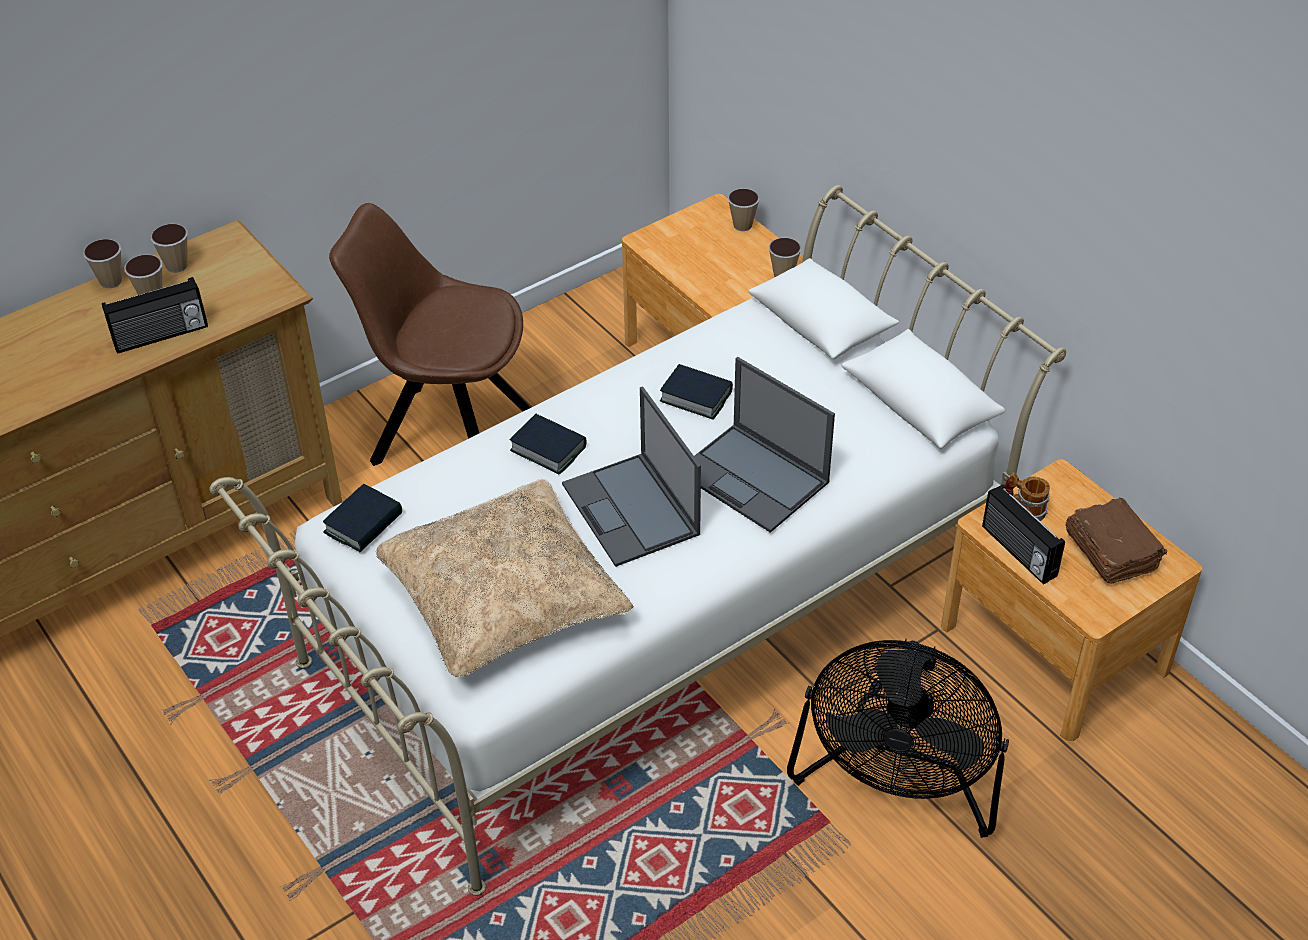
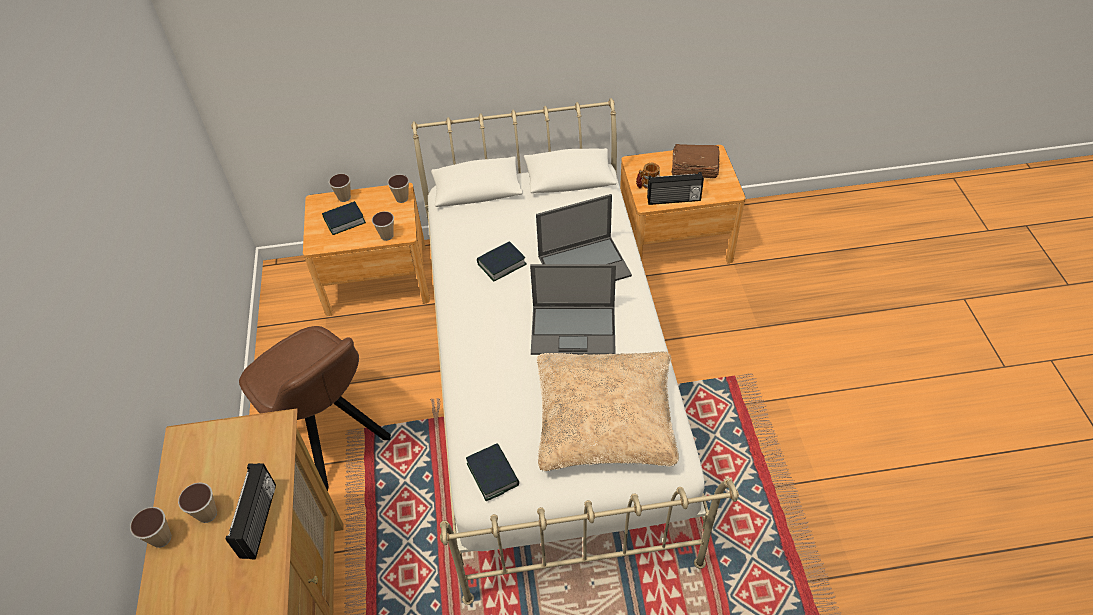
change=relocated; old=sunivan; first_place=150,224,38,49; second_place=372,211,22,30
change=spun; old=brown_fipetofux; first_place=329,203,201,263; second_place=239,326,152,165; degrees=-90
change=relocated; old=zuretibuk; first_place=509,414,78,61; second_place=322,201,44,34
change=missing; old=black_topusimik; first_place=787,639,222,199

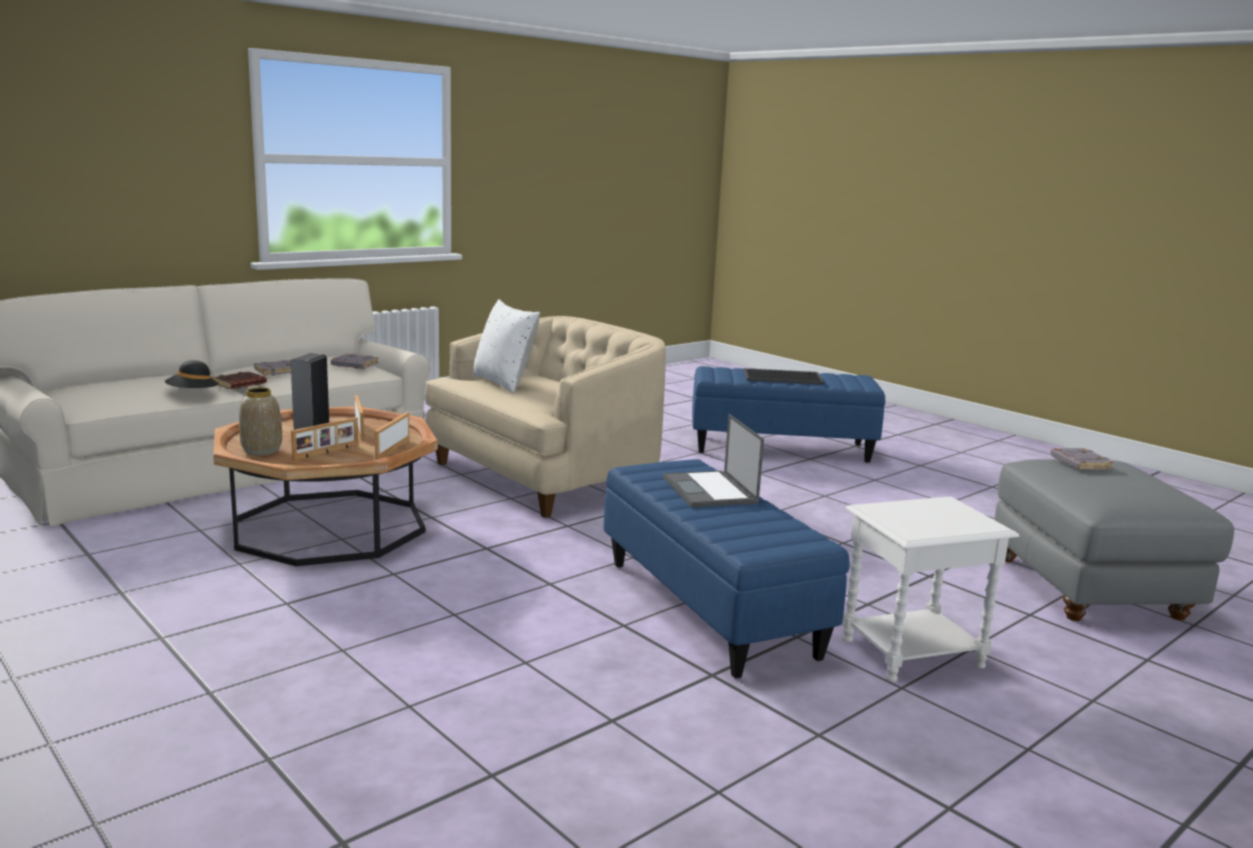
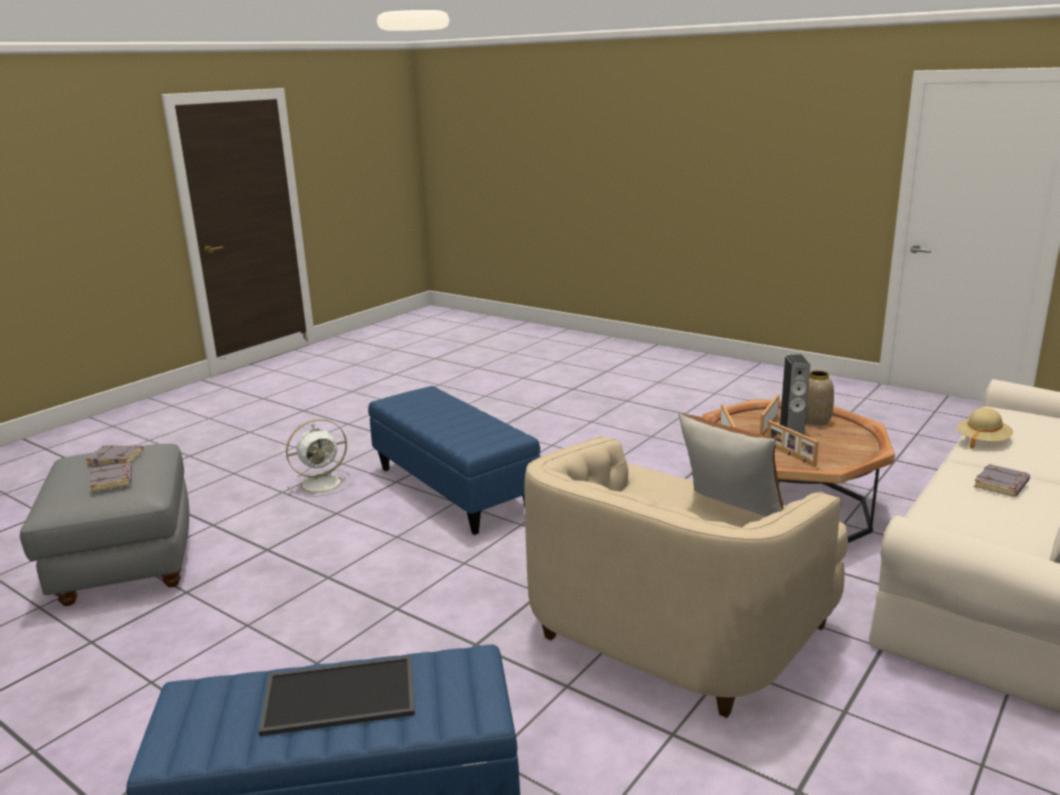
change=colour; old=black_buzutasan; new=beige_buzutasan; first_place=165,360,54,28; second_place=957,408,56,41
change=missing; old=brown_zuretibuk; first_place=212,371,55,18
change=relocated; old=grey_zuretibuk; first_place=331,354,48,15; second_place=86,445,57,21
change=colour; old=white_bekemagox; new=brown_bekemagox; first_place=473,299,67,95; second_place=678,413,106,104
change=missing; old=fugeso; first_place=663,414,101,94
change=exchanged; old=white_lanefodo; new=white_topusimik; first_place=842,496,178,186; second_place=286,419,67,78

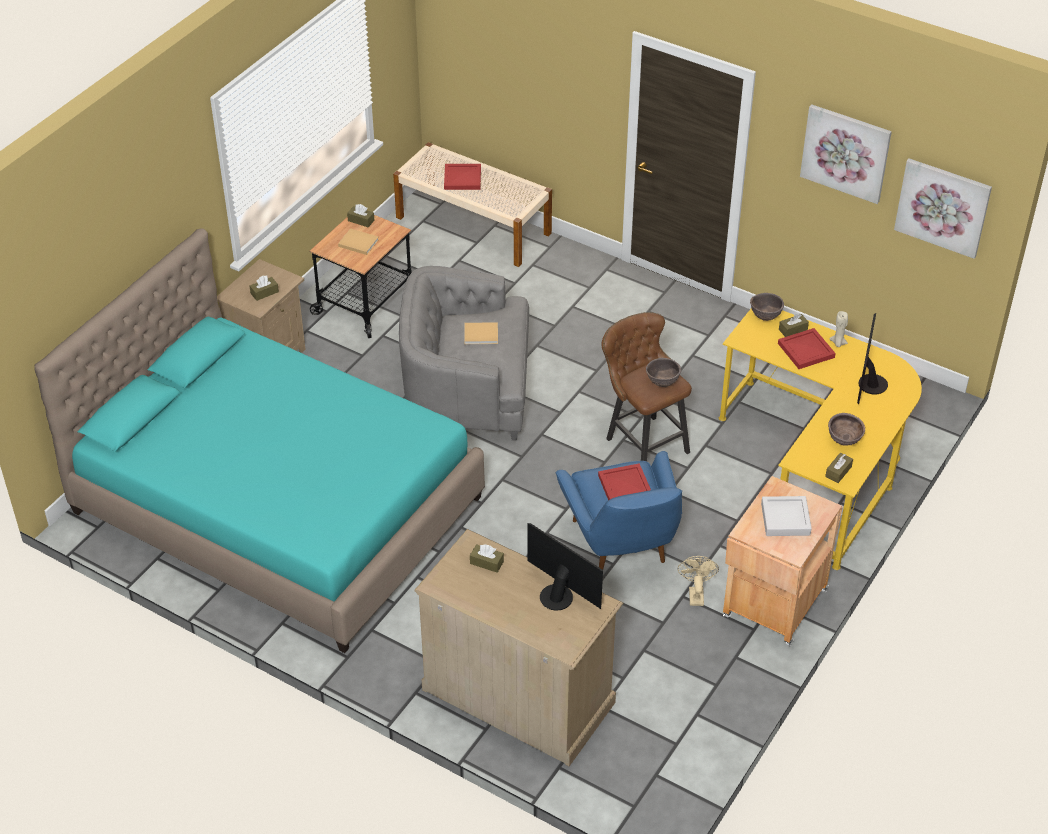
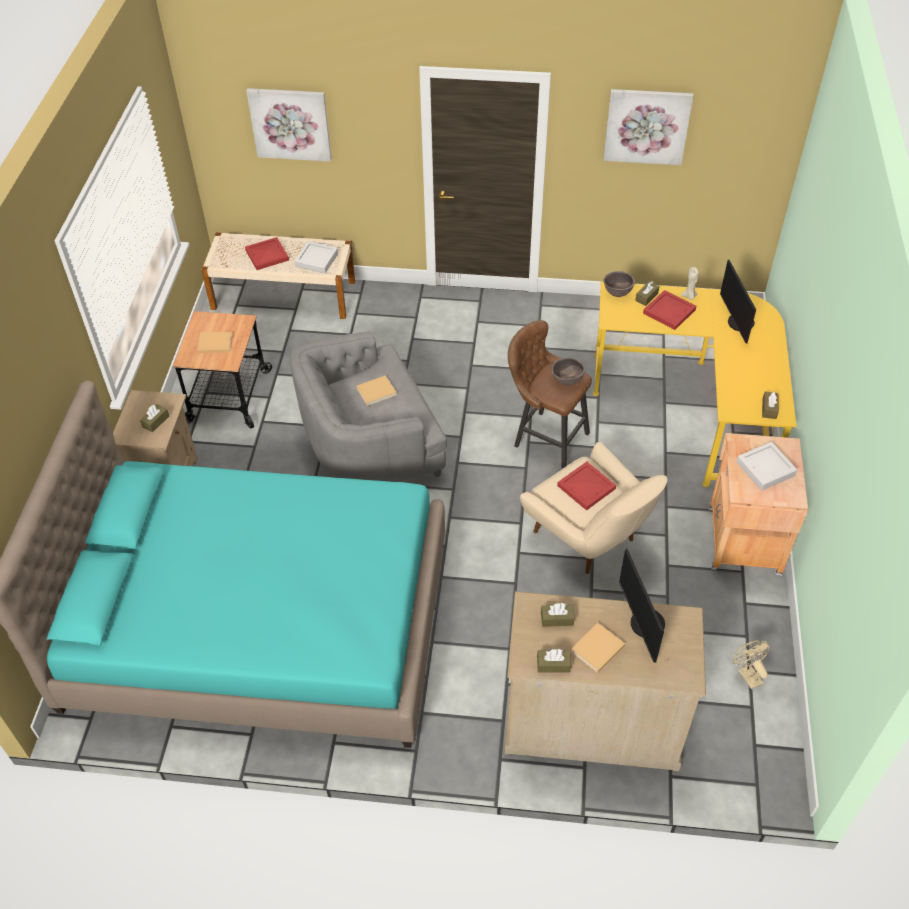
change=relocated; old=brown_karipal; first_place=347,204,28,23; second_place=537,649,34,23
change=spun; old=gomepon; first_place=528,523,75,87; second_place=619,548,46,115; degrees=-120
change=colour; old=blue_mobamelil; new=beige_mobamelil; first_place=556,451,126,119; second_place=520,442,148,132
change=relocated; old=beige_topusimik; first_place=677,556,42,50; second_place=733,640,37,49
change=missing; old=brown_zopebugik; first_place=828,413,37,33
change=relocated; old=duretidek; first_place=894,158,98,101; second_place=246,88,86,74
change=appeared; new=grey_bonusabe; second_place=294,241,44,33
change=appeared; new=beige_zuretibuk; second_place=571,623,54,50

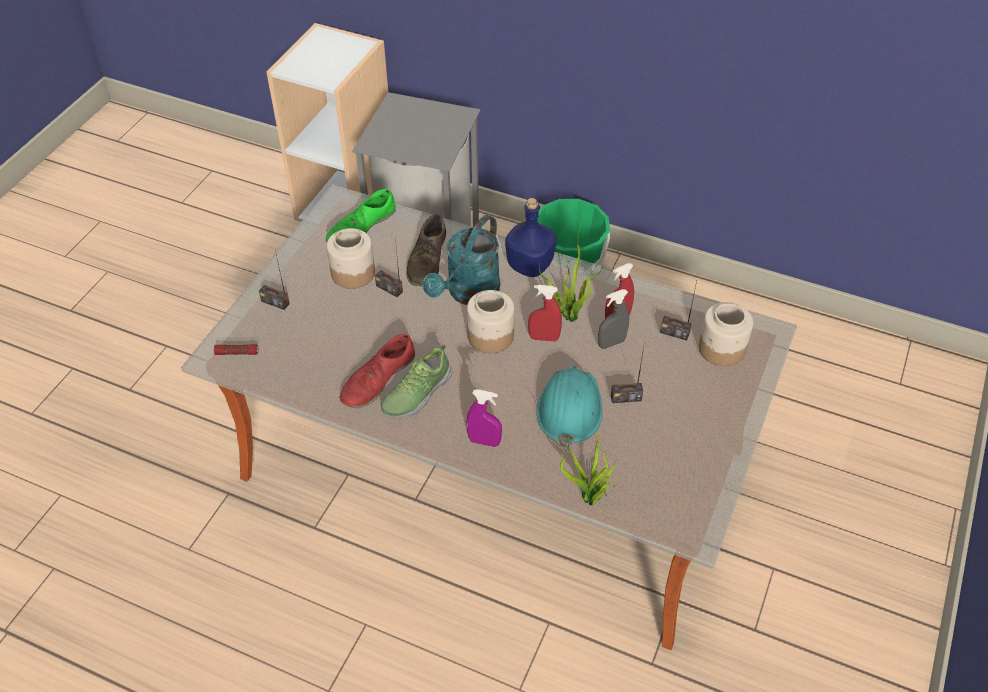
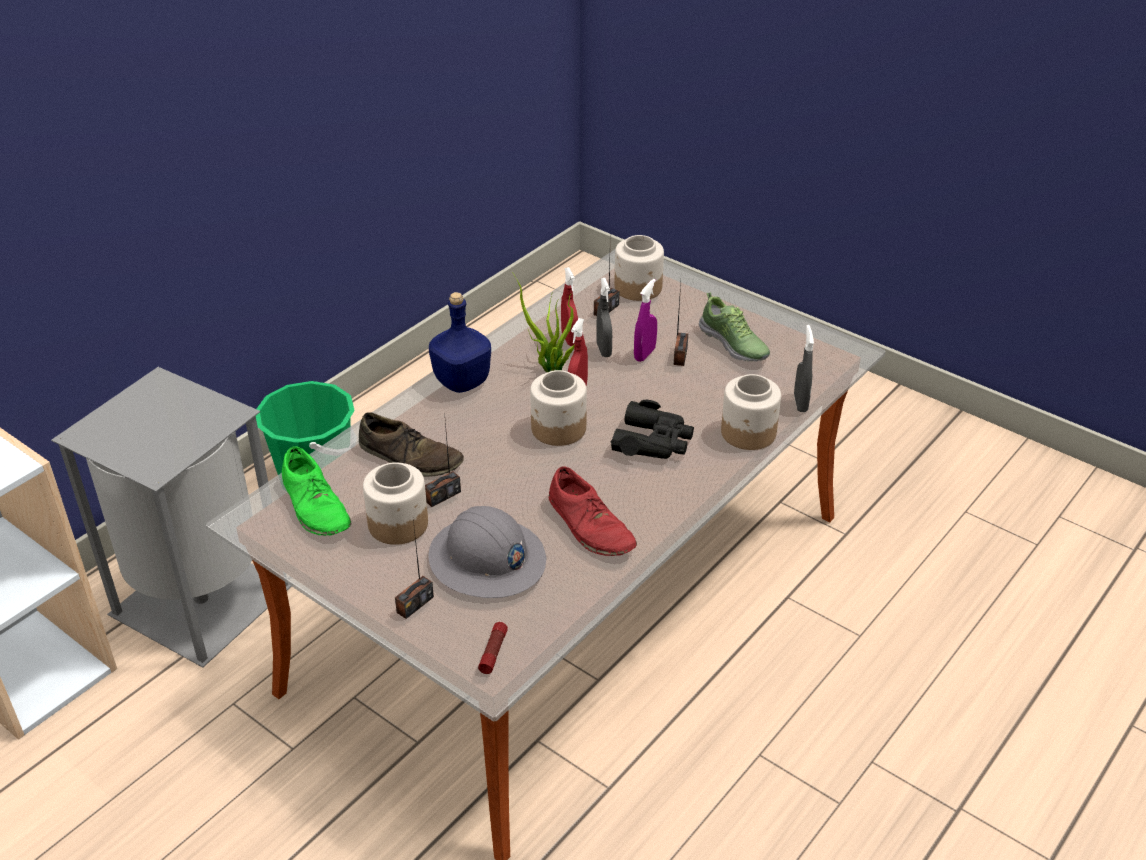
change=relocated; old=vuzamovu; first_place=381,345,71,73; second_place=699,292,71,70
change=missing; old=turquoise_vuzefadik; first_place=423,215,77,90
change=relocated; old=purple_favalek; first_place=466,389,36,58; second_place=634,279,23,83
change=missing; old=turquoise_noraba; first_place=537,366,66,81
change=exchanged; old=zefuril; new=grey_favalek; first_place=554,430,64,75; second_place=794,325,20,87
change=appeared; new=grey_noraba; second_place=428,506,118,92
change=appeared; new=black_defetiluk; second_place=611,400,83,59
change=appeared; new=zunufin; second_place=721,374,60,76

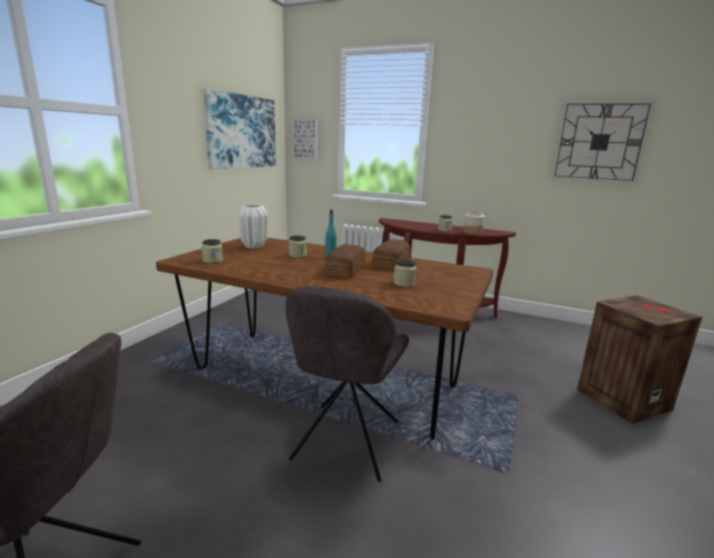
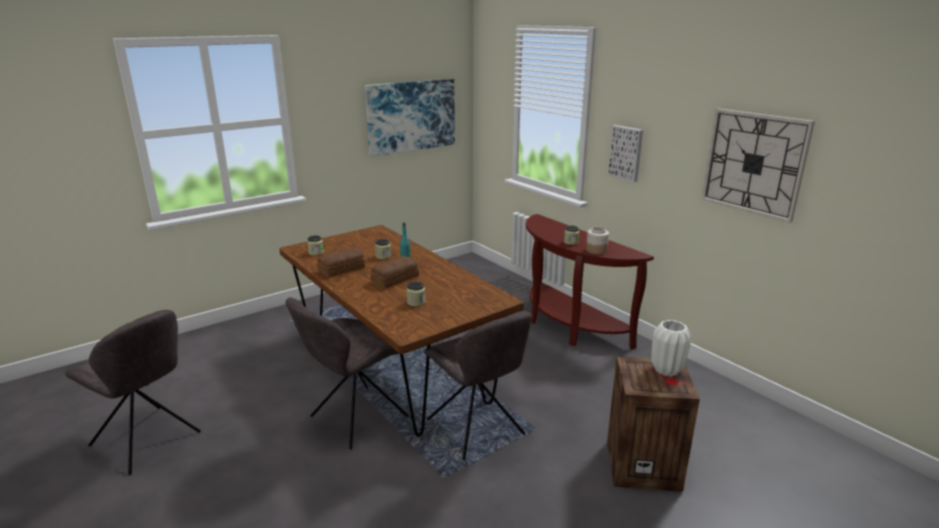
change=relocated; old=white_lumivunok; first_place=238,205,30,44; second_place=651,320,40,57
change=relocated; old=duretidek; first_place=294,119,23,41; second_place=608,125,35,57
change=relocated; old=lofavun; first_place=372,240,38,30; second_place=317,248,48,29
change=appeared; new=grey_fipetofux; second_place=424,311,108,149

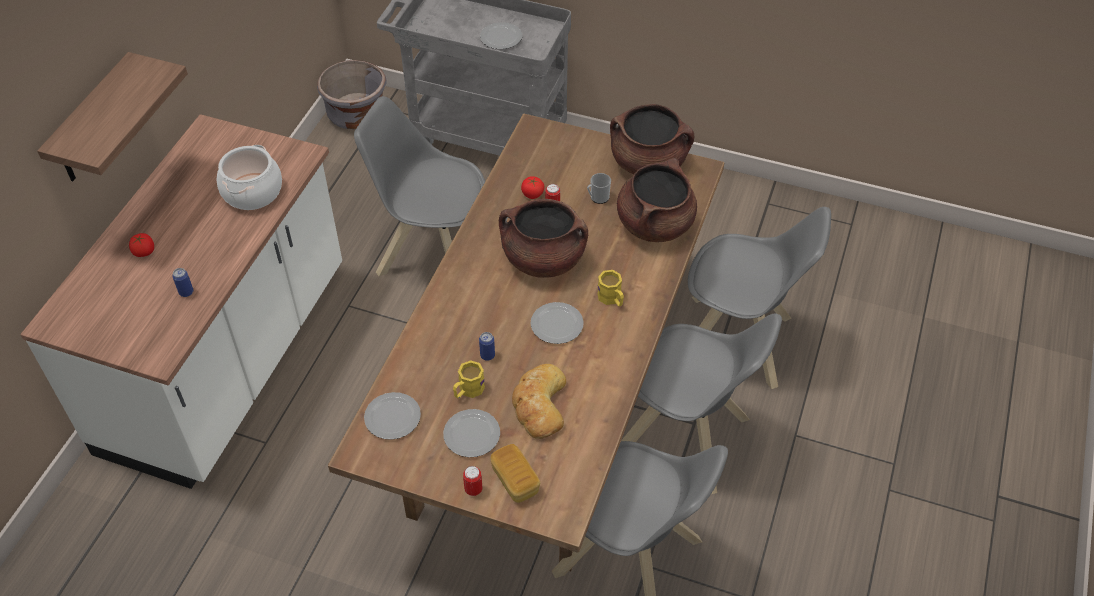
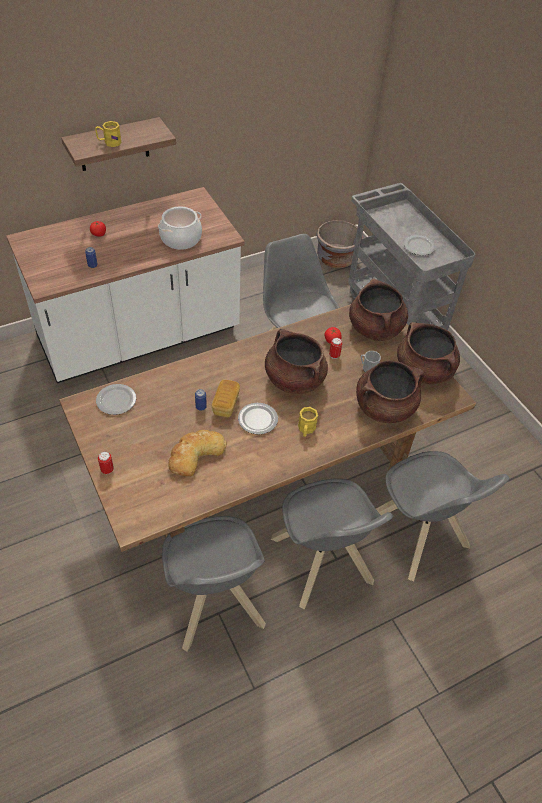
change=missing; old=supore; first_place=443,409,57,48
change=relocated; old=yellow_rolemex; first_place=453,360,32,38; second_place=95,121,27,26
change=relocated; old=lofavun; first_place=490,444,50,59; second_place=212,380,28,37
change=appeared; new=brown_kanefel; second_place=349,278,59,63

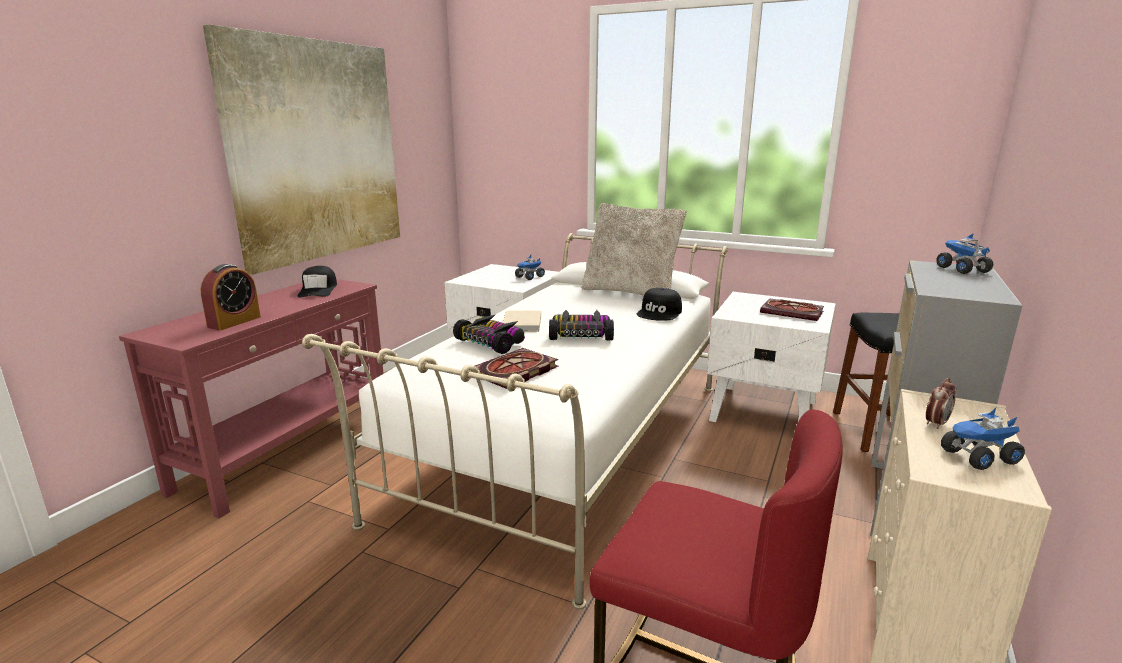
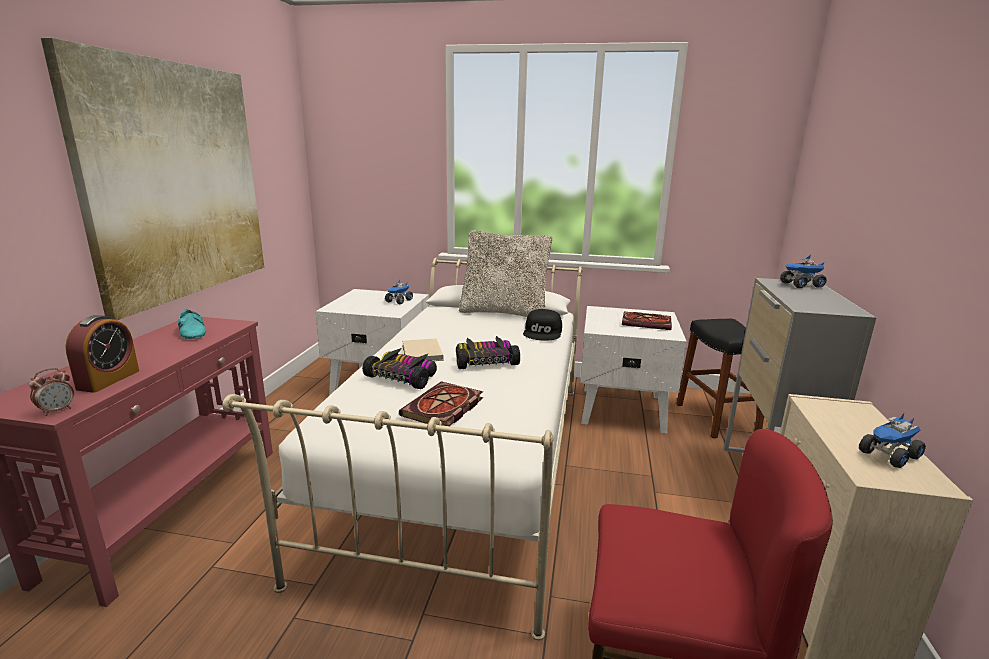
change=exchanged; old=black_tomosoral; new=turquoise_vuzamovu; first_place=298,266,39,32; second_place=178,309,28,30
change=relocated; old=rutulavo; first_place=926,378,30,51; second_place=29,368,45,48
change=spun; old=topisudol; first_place=937,233,56,41; second_place=780,255,47,33; degrees=-75

